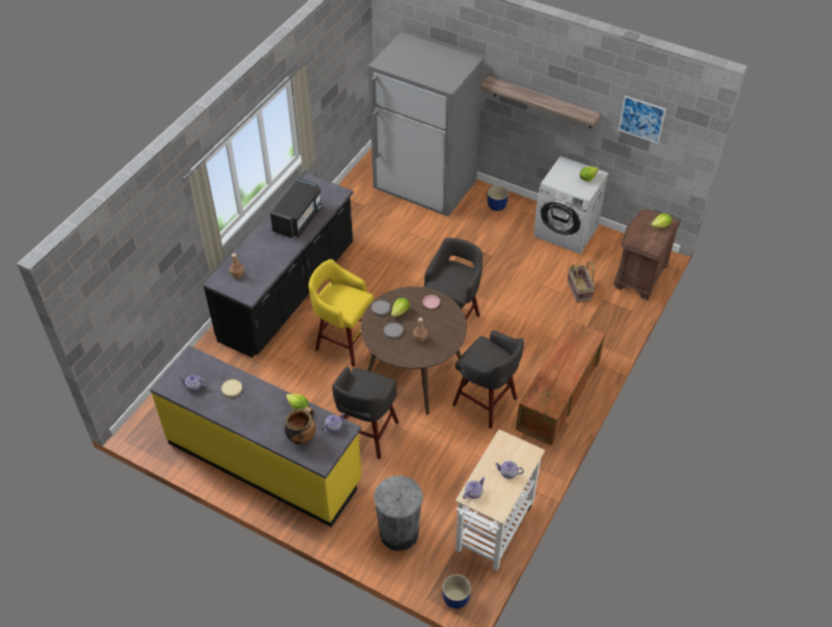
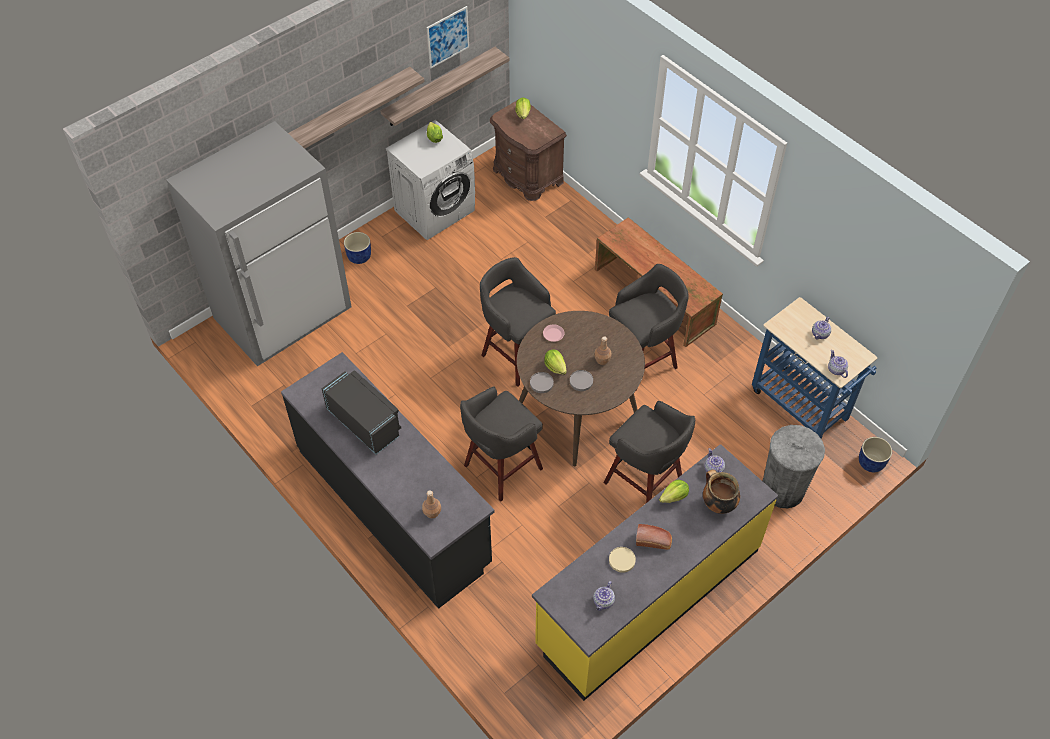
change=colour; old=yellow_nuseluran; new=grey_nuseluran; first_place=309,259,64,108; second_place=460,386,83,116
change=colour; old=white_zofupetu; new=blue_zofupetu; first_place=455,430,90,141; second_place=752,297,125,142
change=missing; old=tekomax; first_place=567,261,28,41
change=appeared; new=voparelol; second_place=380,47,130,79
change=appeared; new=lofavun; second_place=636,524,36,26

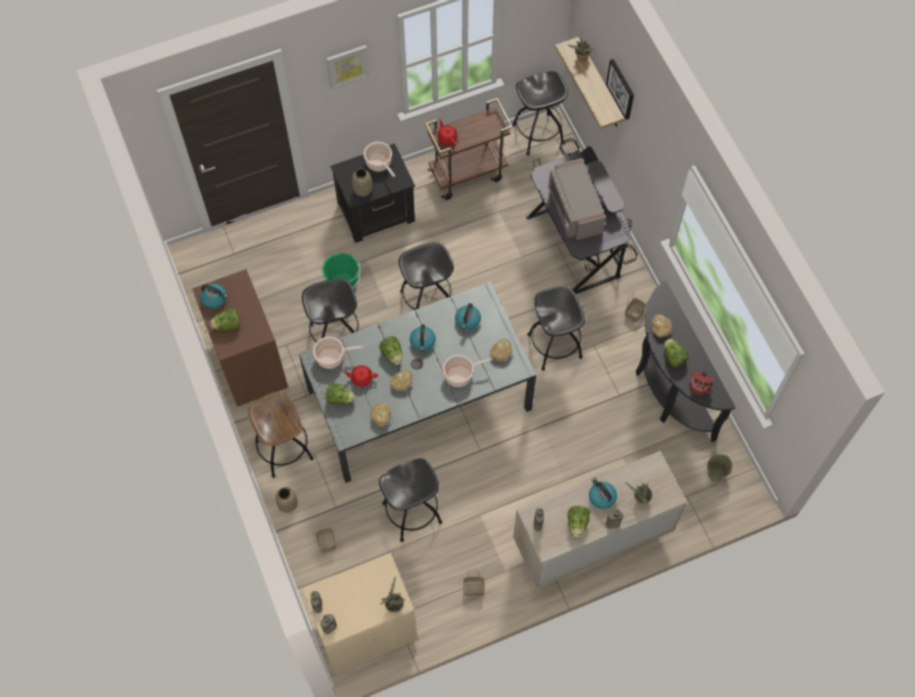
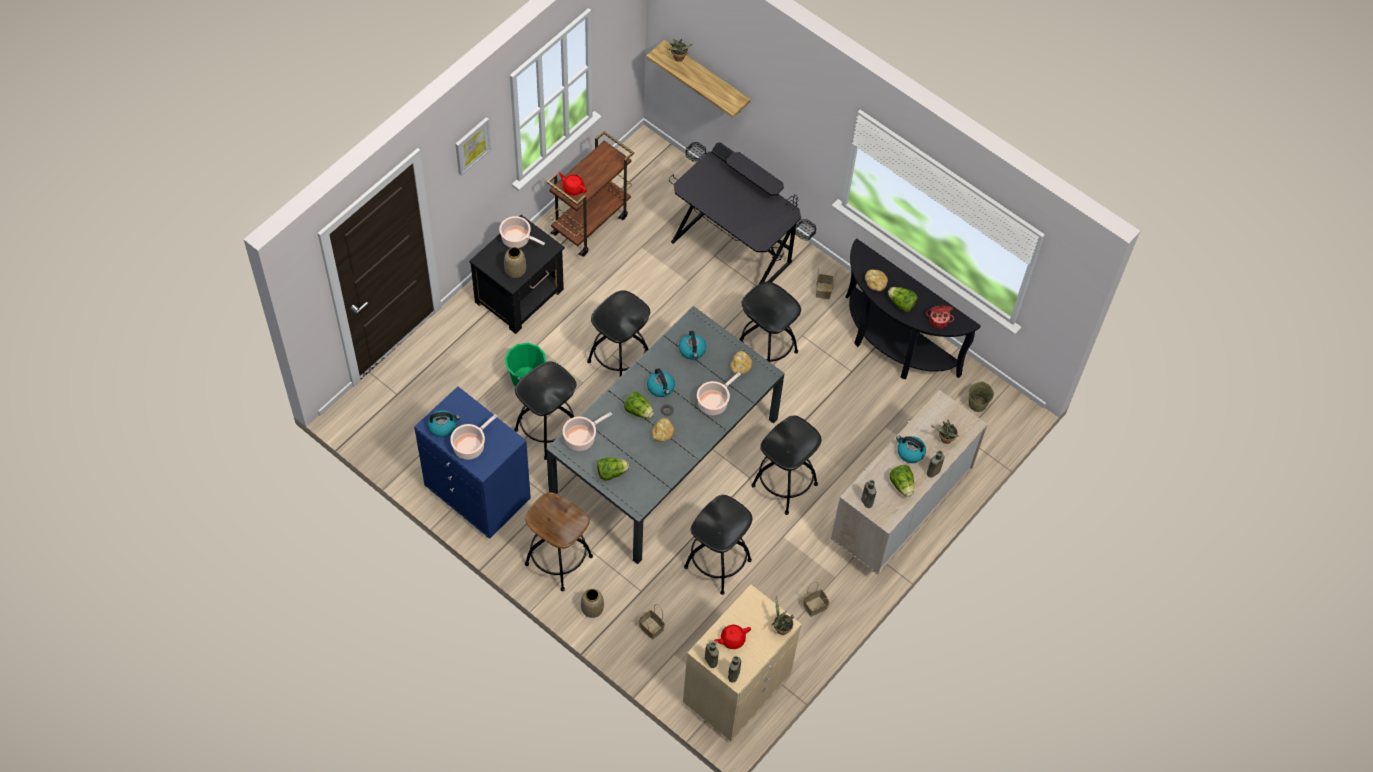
change=colour; old=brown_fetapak; new=blue_fetapak; first_place=192,269,96,138; second_place=414,386,117,153
change=exchanged; old=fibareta; new=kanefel; first_place=210,308,30,22; second_place=450,414,48,46
change=relocated; old=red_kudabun; first_place=343,365,35,22; second_place=714,625,37,24
change=missing; old=lofavun; first_place=370,403,21,24
change=relocated; old=black_nuseluran; first_place=512,71,56,85; second_place=751,415,70,100
change=missing; old=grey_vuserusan; first_place=548,158,58,83
change=missing; old=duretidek; first_place=606,59,28,61

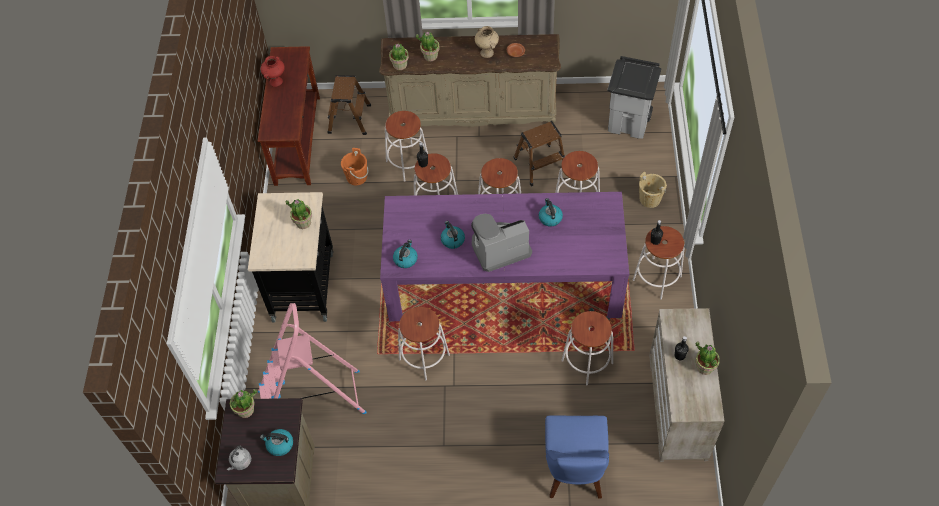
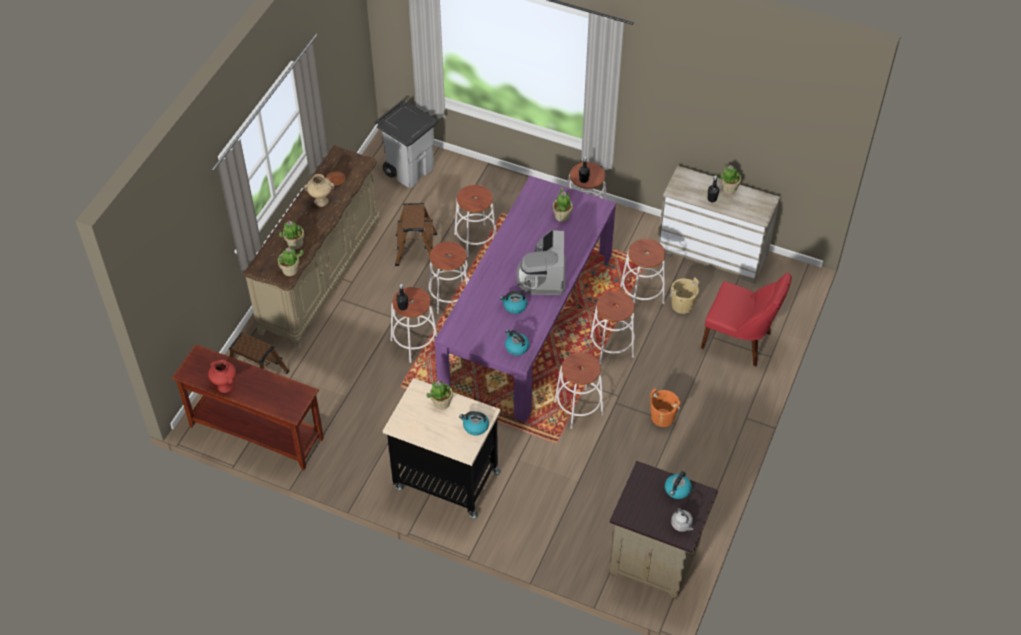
change=relocated; old=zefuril; first_place=230,389,27,29; second_place=553,188,20,34
change=missing; old=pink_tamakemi; first_place=258,303,109,111
change=relocated; old=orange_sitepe; first_place=341,148,28,37; second_place=650,389,31,38
change=relocated; old=white_nuseluran; first_place=385,111,43,71; second_place=590,291,45,73
change=relocated; old=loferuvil; first_place=539,198,24,29; second_place=459,411,30,25
change=colour; old=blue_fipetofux; new=red_fipetofux; first_place=545,415,64,83; second_place=701,273,91,94
change=relocated; old=beige_sitepe; first_place=639,172,28,36; second_place=670,277,30,37

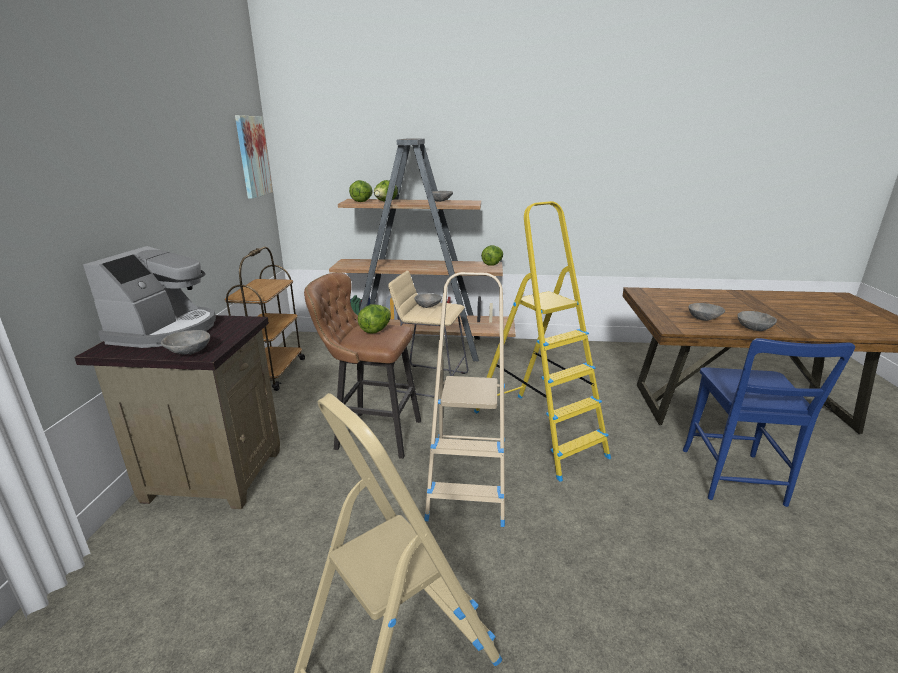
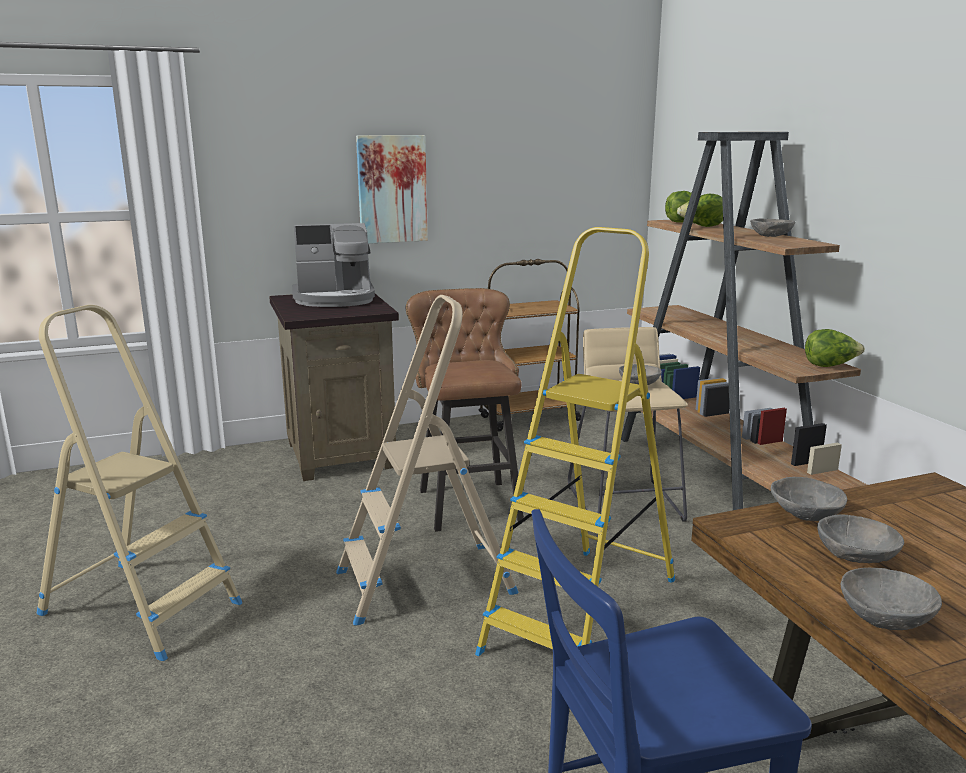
change=relocated; old=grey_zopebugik; first_place=161,330,49,25; second_place=771,477,76,44
change=relocated; old=duretidek; first_place=235,115,38,84; second_place=356,135,72,109
change=missing; old=fibareta; first_place=358,304,33,29

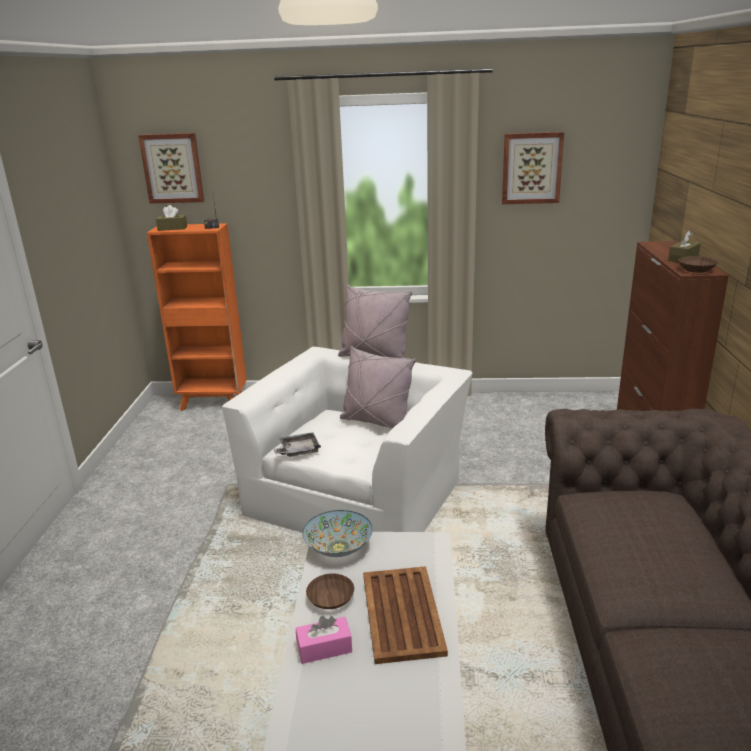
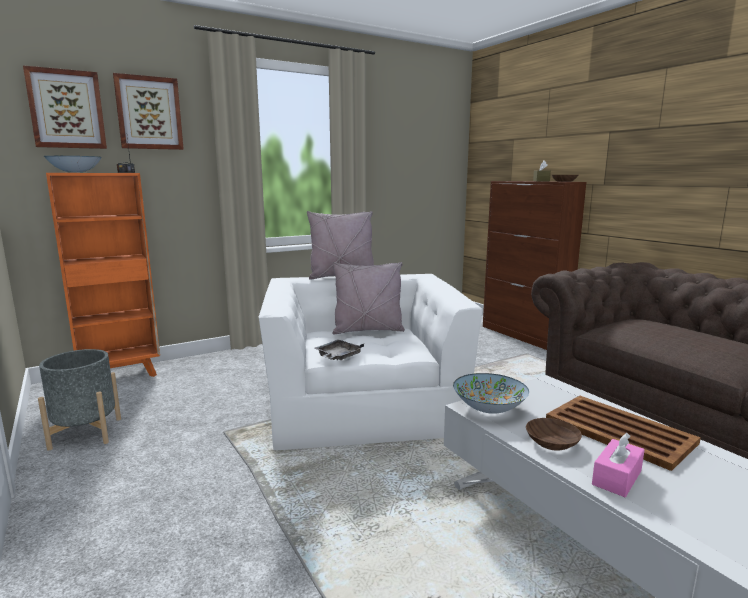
change=exchanged; old=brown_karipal; new=zopebugik; first_place=156,205,31,26; second_place=44,156,58,17
change=relocated; old=duretidek; first_place=502,132,62,72; second_place=113,73,71,77
change=appeared; new=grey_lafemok; second_place=38,349,83,102

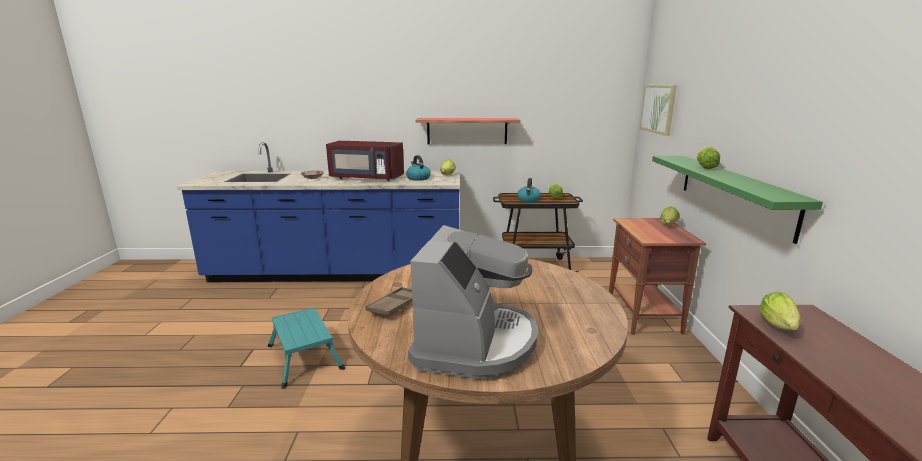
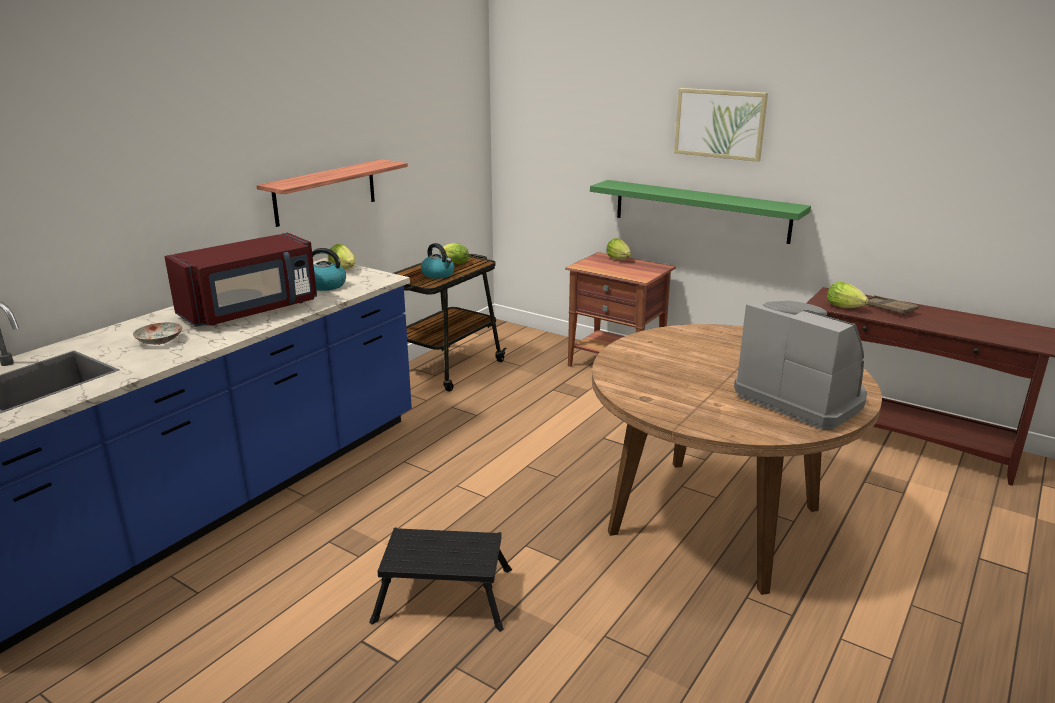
change=colour; old=turquoise_tamakemi; new=black_tamakemi; first_place=267,307,78,82; second_place=369,528,143,104
change=relocated; old=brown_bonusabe; first_place=366,287,46,30; second_place=867,295,52,20
change=relocated; old=duretidek; first_place=640,84,37,52; second_place=674,88,94,74
change=missing; old=fibareta; first_place=697,147,23,22

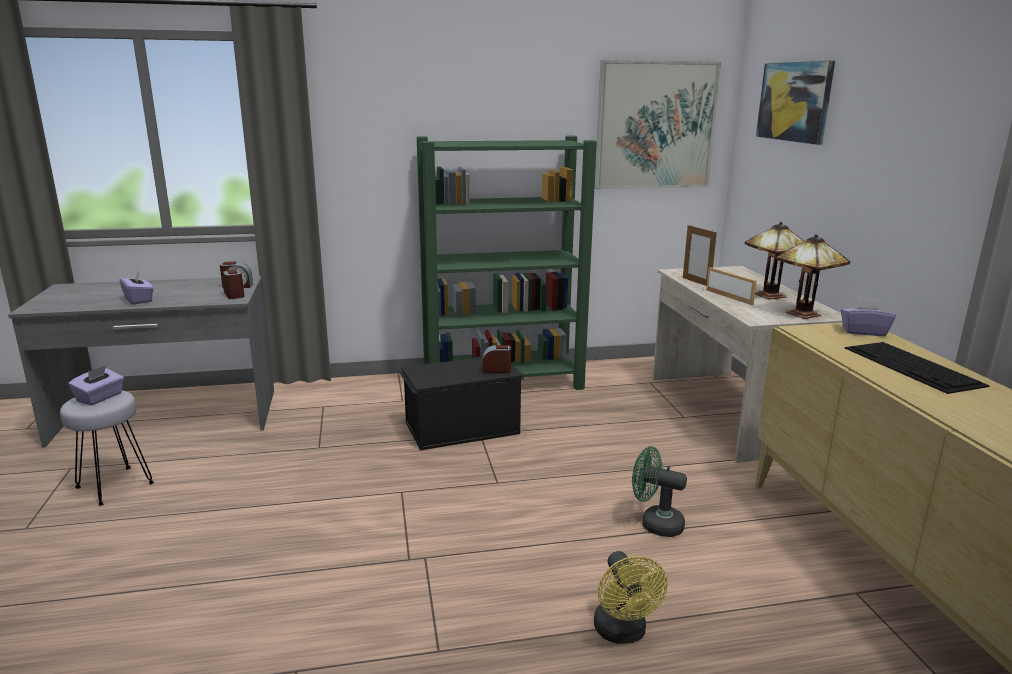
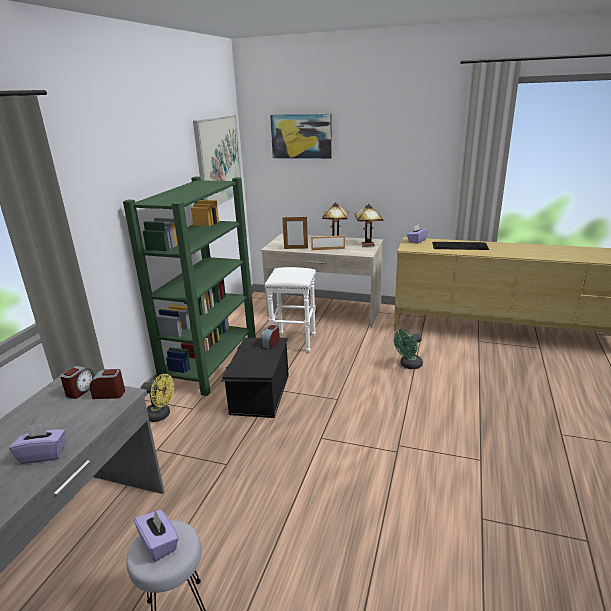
change=relocated; old=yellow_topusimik; first_place=594,551,74,93; second_place=141,374,33,48
change=appeared; new=white_nuseluran; second_place=265,267,51,85

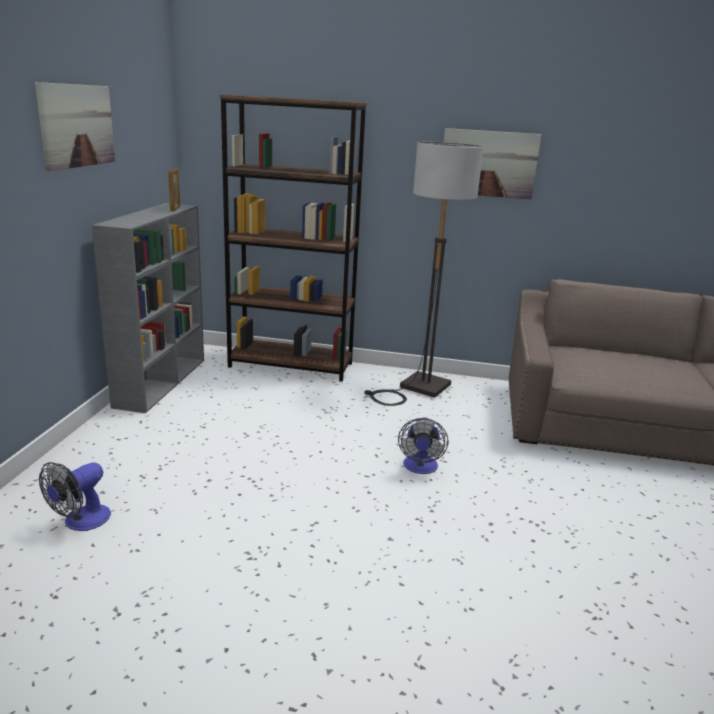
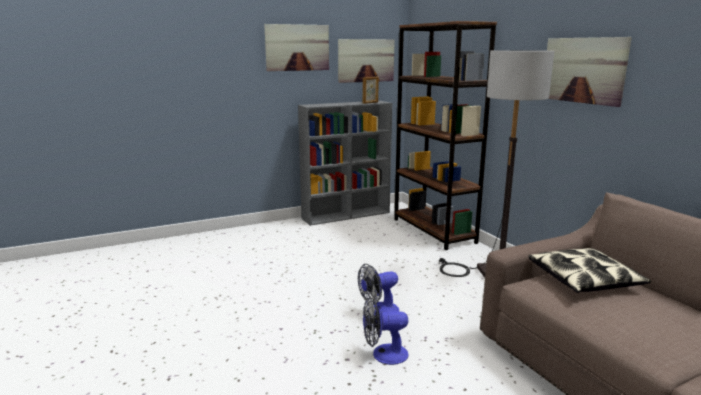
change=relocated; old=topusimik; first_place=39,462,72,69; second_place=363,297,45,68
change=appeared; new=duretidek; second_place=338,39,57,44
change=appeared; new=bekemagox; second_place=528,248,123,45

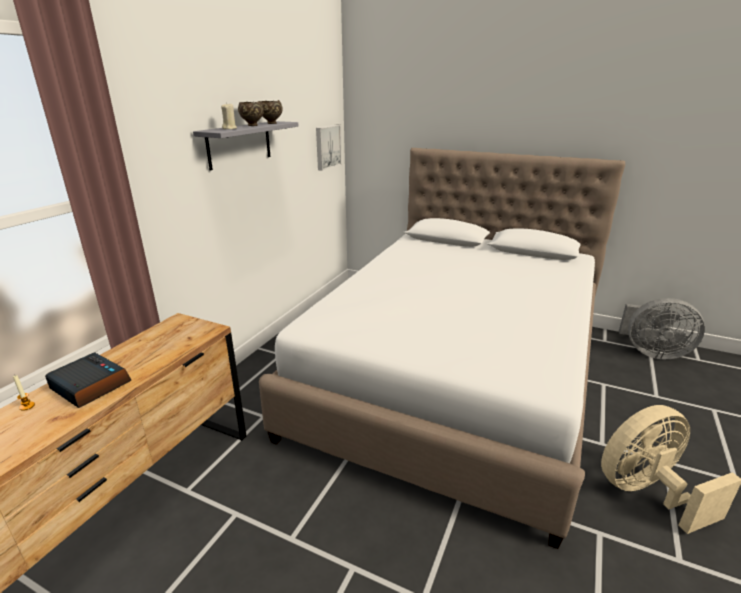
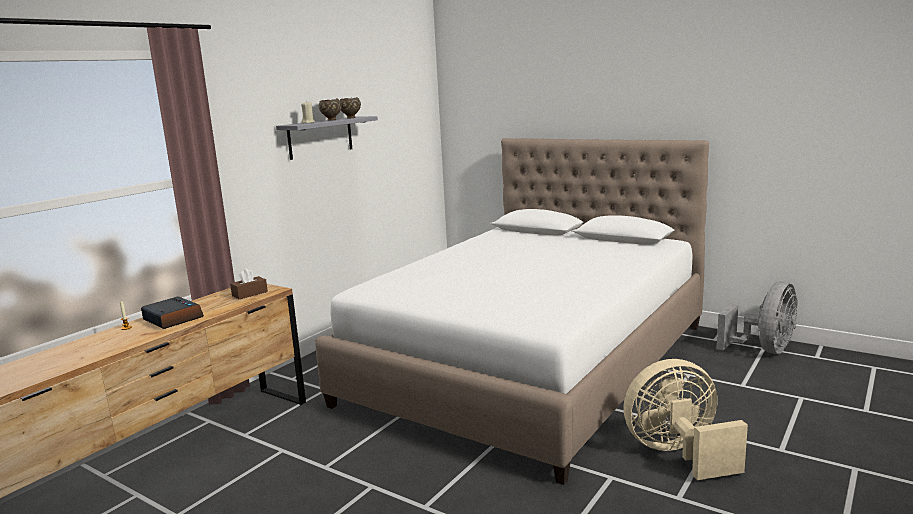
change=missing; old=duretidek; first_place=316,124,26,47
change=spun; old=grey_topusimik; first_place=619,298,86,61; second_place=716,281,82,73; degrees=-75
change=appeared; new=brown_karipal; second_place=230,268,38,31

